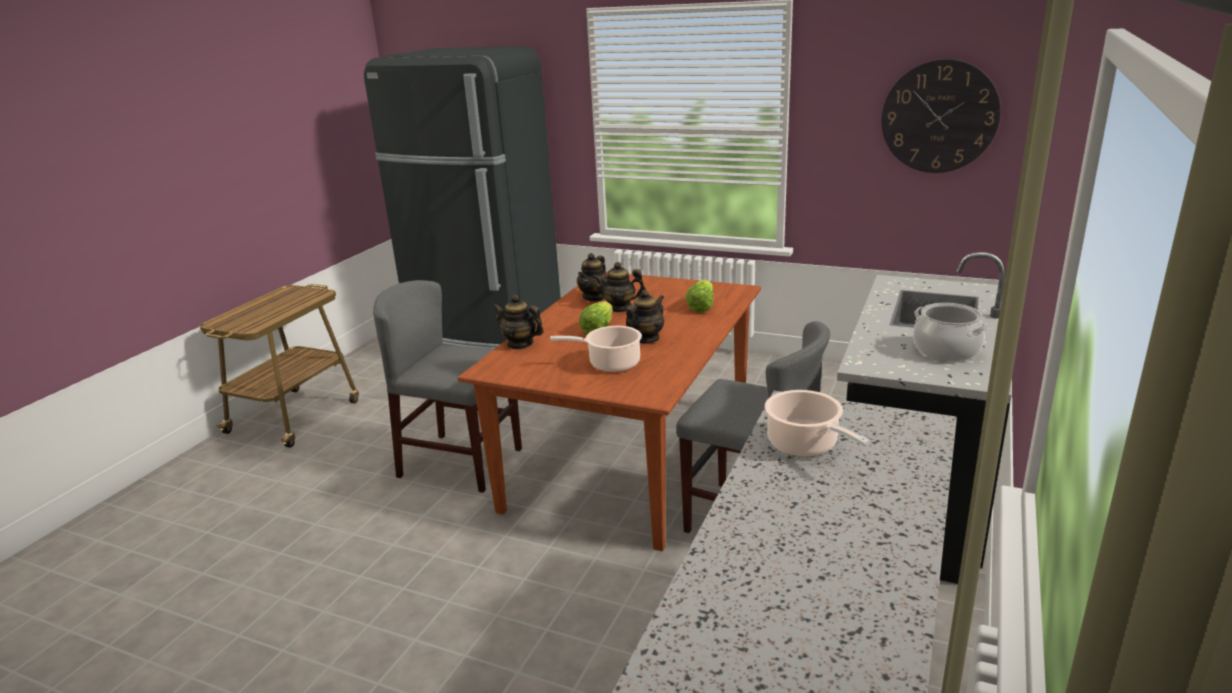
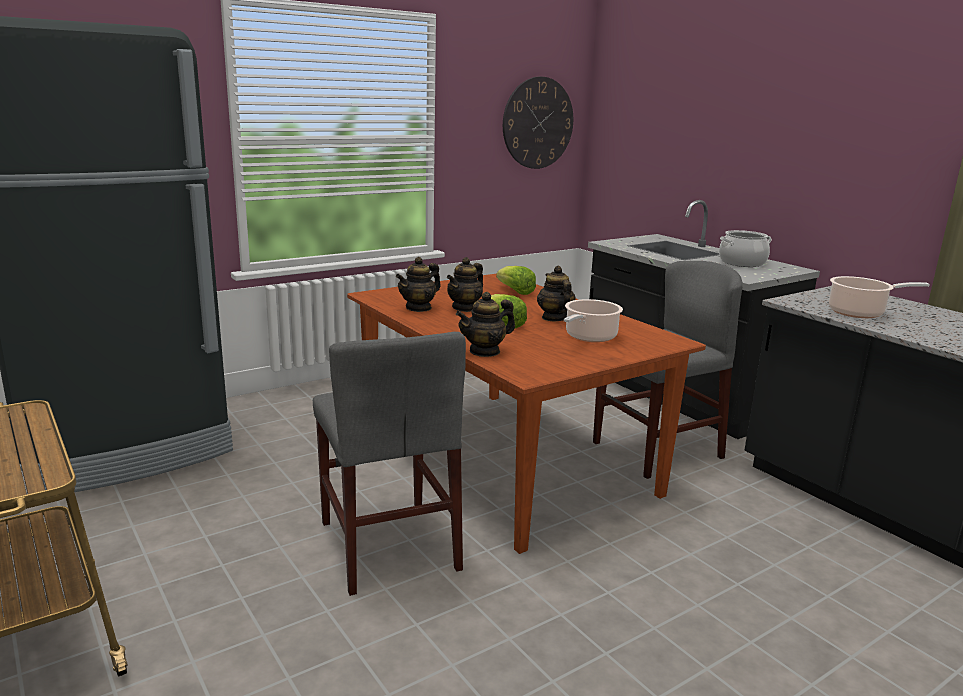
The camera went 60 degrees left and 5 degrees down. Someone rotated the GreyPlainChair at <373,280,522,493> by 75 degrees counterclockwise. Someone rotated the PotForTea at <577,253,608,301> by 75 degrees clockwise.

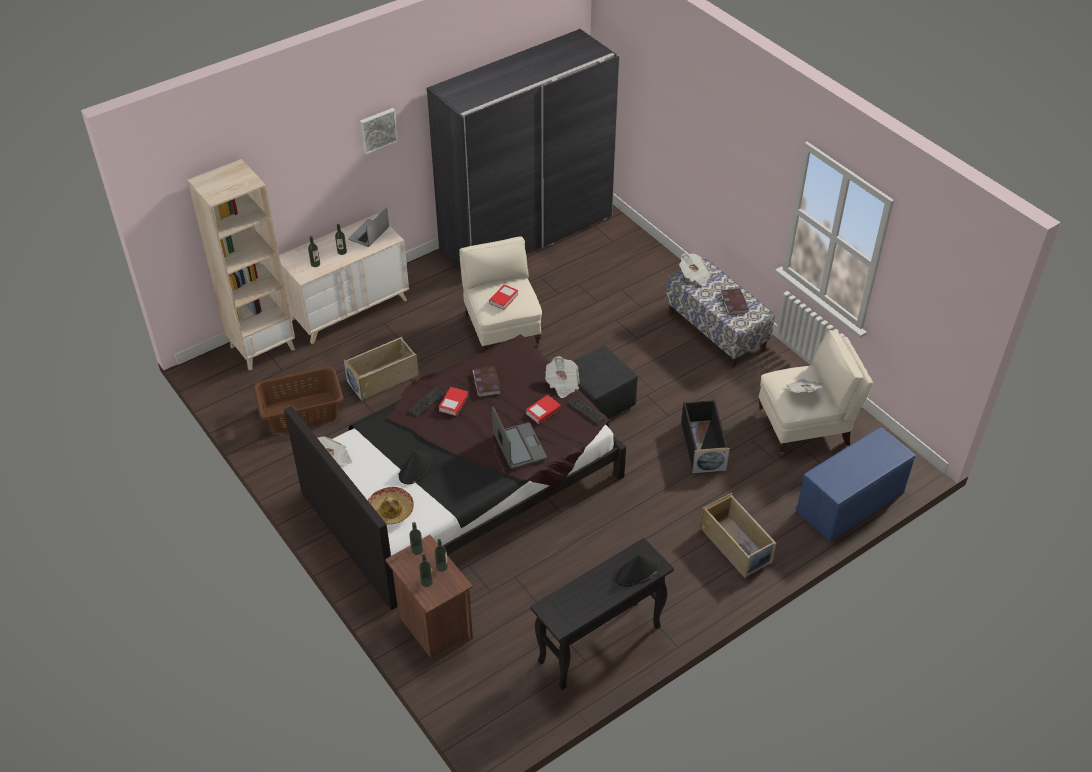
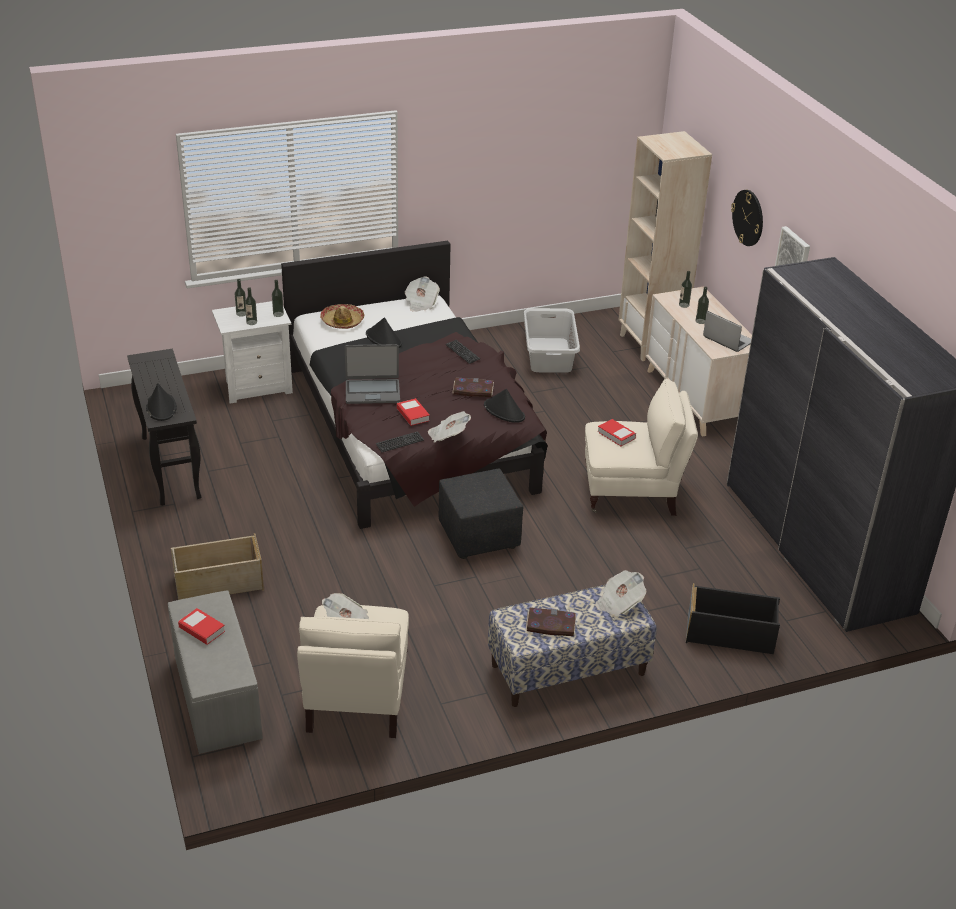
The camera went 105 degrees right and 10 degrees down. Someone repainted the BrownColouredLaundryBasket at <254,367,343,433>, which became the GreyLaundryBasket at <523,308,580,373>. Someone took away the SandColouredStorageBin at <344,337,419,401>. Someone repainted the BrownColouredNightstand at <385,535,473,658>, which became the WhiteNightstand at <212,301,293,403>. Someone carried the Volume from <439,387,468,416> to <178,608,225,645>. Someone carried the BlackStorageBin from <681,399,730,473> to <686,583,780,654>. Someone repainted the BlueColouredIndoorBench at <796,427,916,542>, which became the GreyIndoorBench at <168,590,263,754>. Someone put down the BlackHat at <484,389,525,423>. Someone put up the HangingClock at <731,190,763,246>.

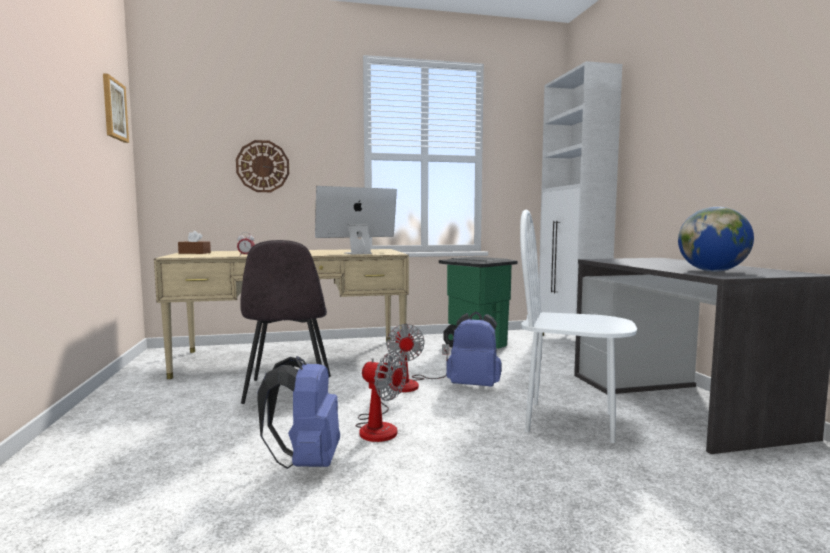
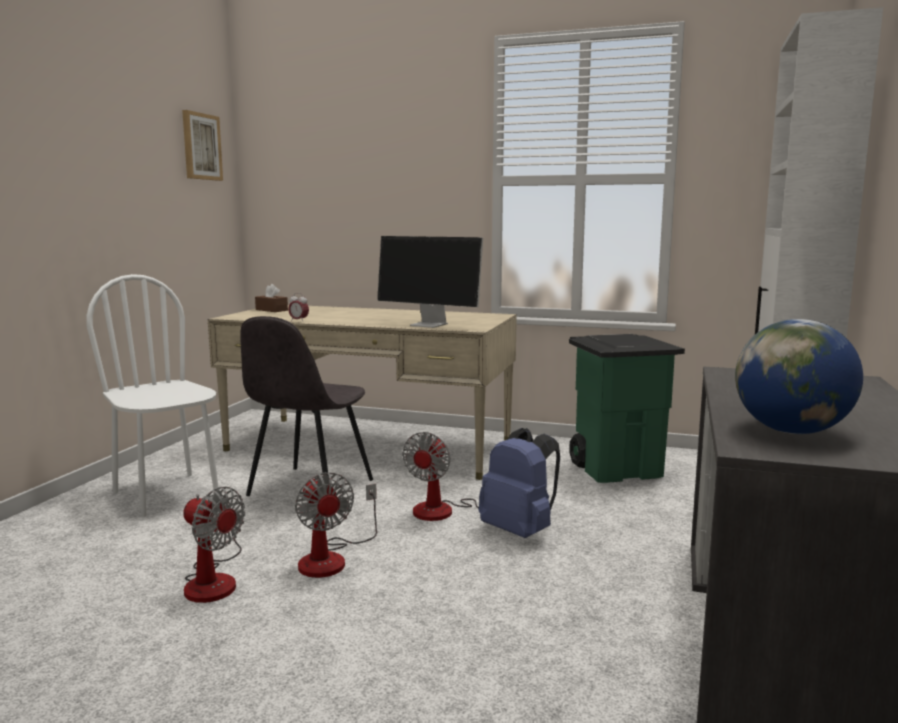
The camera went 30 degrees right and 5 degrees up. Someone took away the HangingClock at <236,140,289,192>. Someone swapped the BlueColouredBackpack at <257,356,340,469> for the CoolingFan at <183,487,245,603>. Someone rotated the Monitor at <315,186,397,255> by 150 degrees counterclockwise. Someone carried the WhitePlainChair from <520,210,637,443> to <86,274,219,517>.

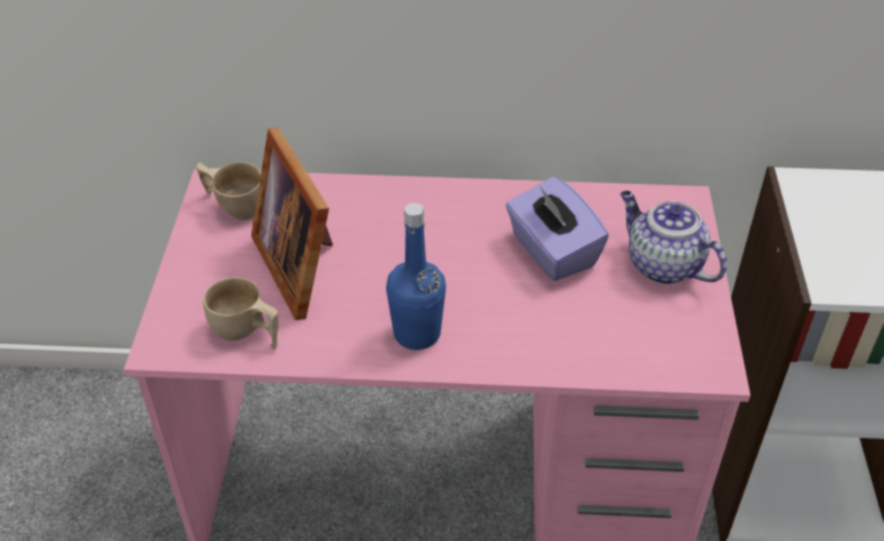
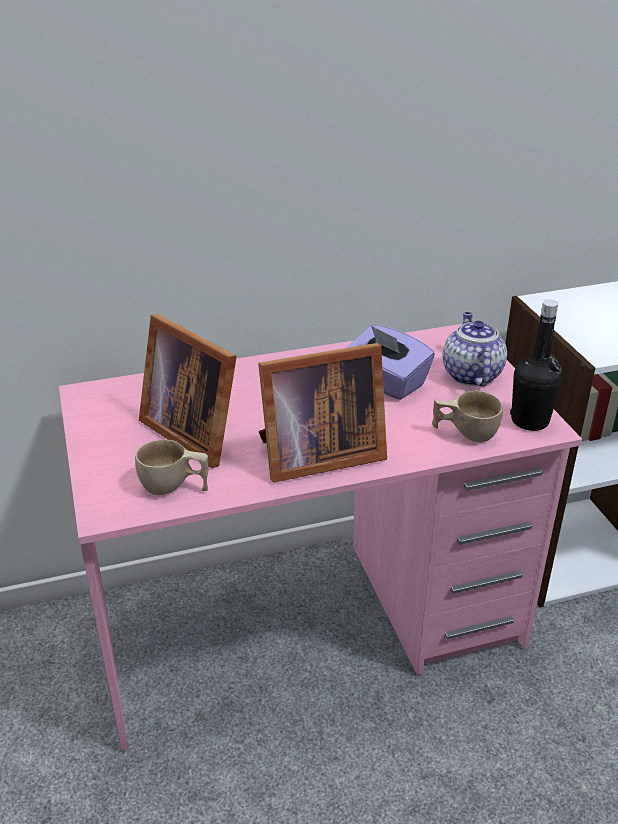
The camera went 20 degrees left and 10 degrees down. Someone carried the SandColouredSmallCup from <197,162,261,220> to <432,391,503,442>. Someone swapped the BlueColouredBottle at <386,203,446,350> for the PhotoFrame at <258,343,387,483>. Someone rotated the PotForTea at <620,191,727,285> by 60 degrees clockwise. Someone put down the BlackBottle at <510,300,563,431>.

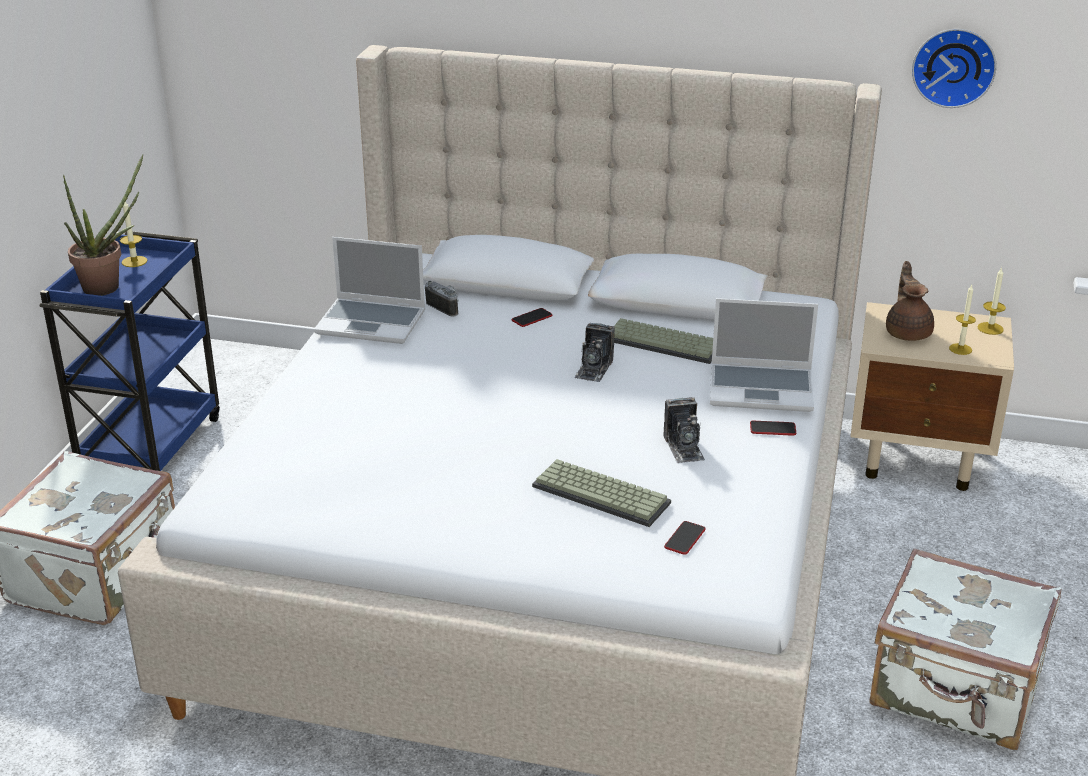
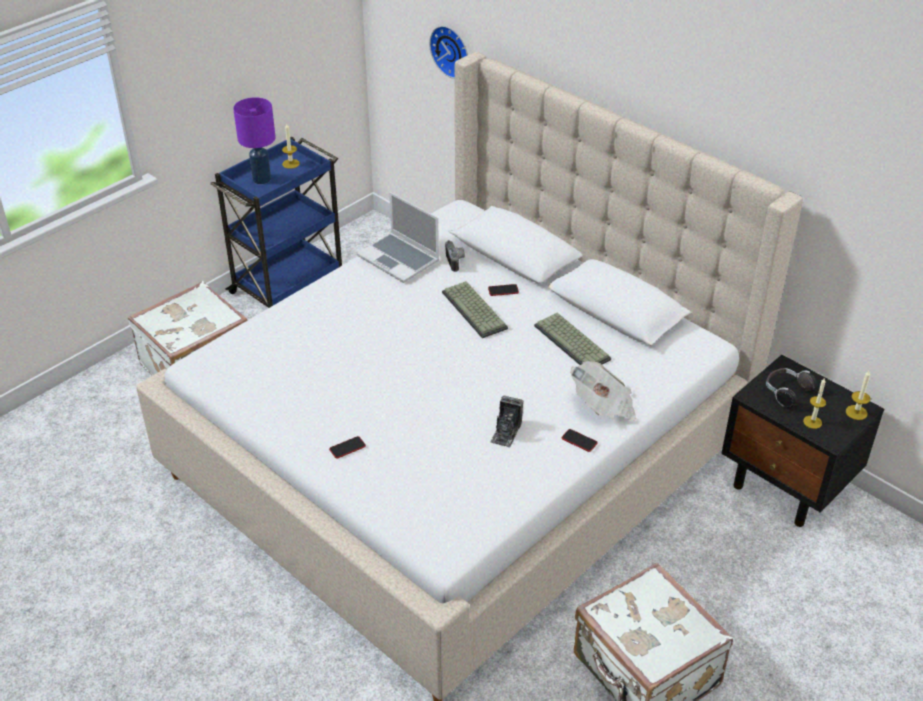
The camera went 30 degrees right and 10 degrees up. Someone swapped the Houseplant at <63,154,144,296> for the PurpleLampForATable at <233,97,276,184>. Someone carried the PcKeyboard from <532,459,671,527> to <442,281,508,338>. Someone took away the PhotoCamera at <574,323,615,382>. Someone carried the Telephone from <664,521,706,555> to <329,436,366,459>. Someone swapped the NotebookComputer at <710,298,818,412> for the PrintedPaper at <570,361,636,421>. Someone repainted the SandColouredNightstand at <850,302,1014,491>, which became the BlackNightstand at <721,355,884,527>. Someone swapped the BrownColouredPotForTea at <886,261,934,341> for the PairOfHeadphones at <766,368,817,407>. Someone carried the HangingClock from <912,29,996,108> to <429,26,468,79>.

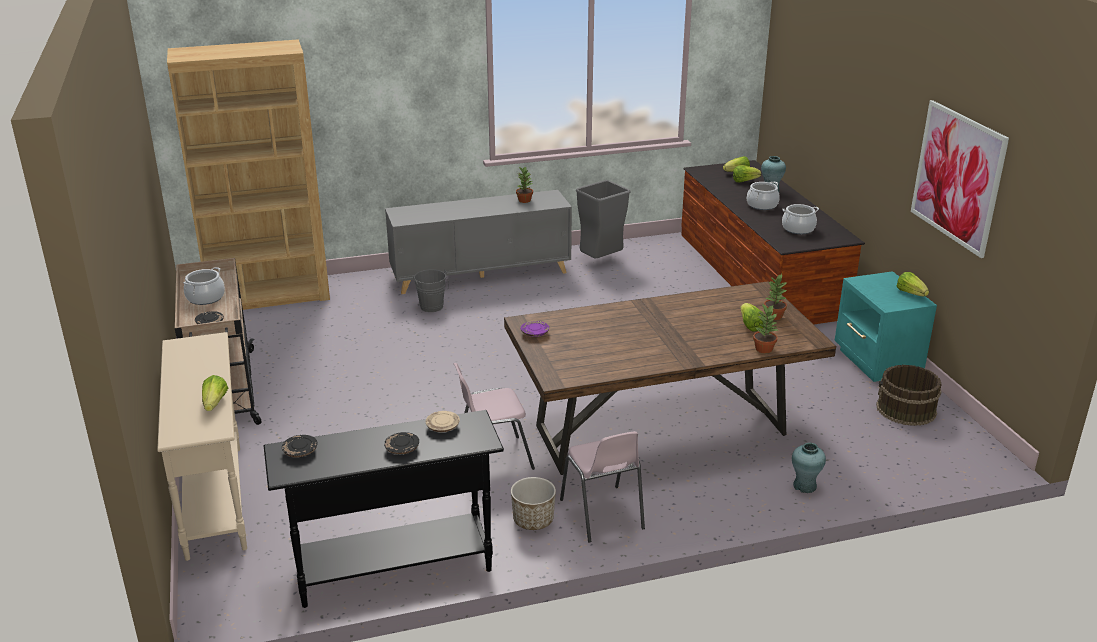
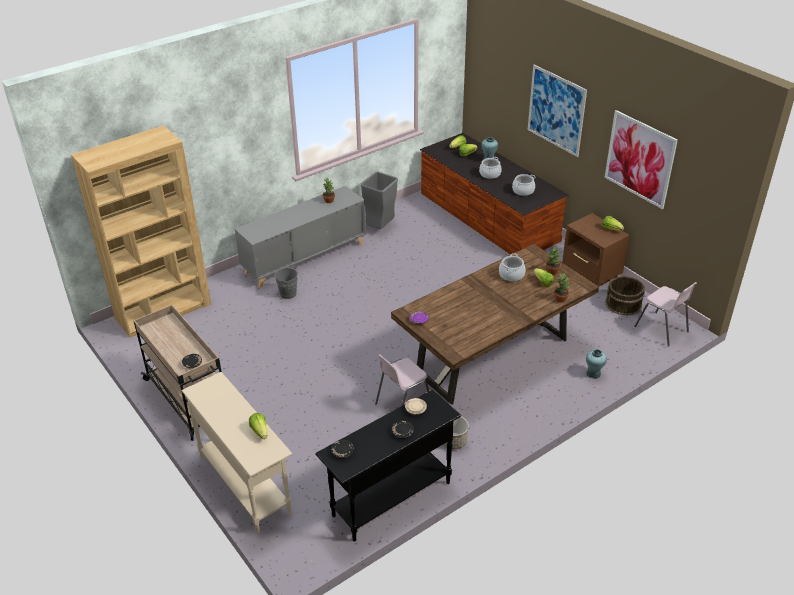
The camera went 20 degrees left and 10 degrees up. Someone carried the Stockpot from <183,267,225,305> to <499,253,525,282>. Someone carried the PinkColouredPlainChair from <560,431,645,543> to <634,282,697,346>. Someone repainted the BlueGreenNightstand at <835,271,937,382>, which became the BrownColouredNightstand at <562,213,630,286>. Someone put up the WallArt at <528,65,587,157>.

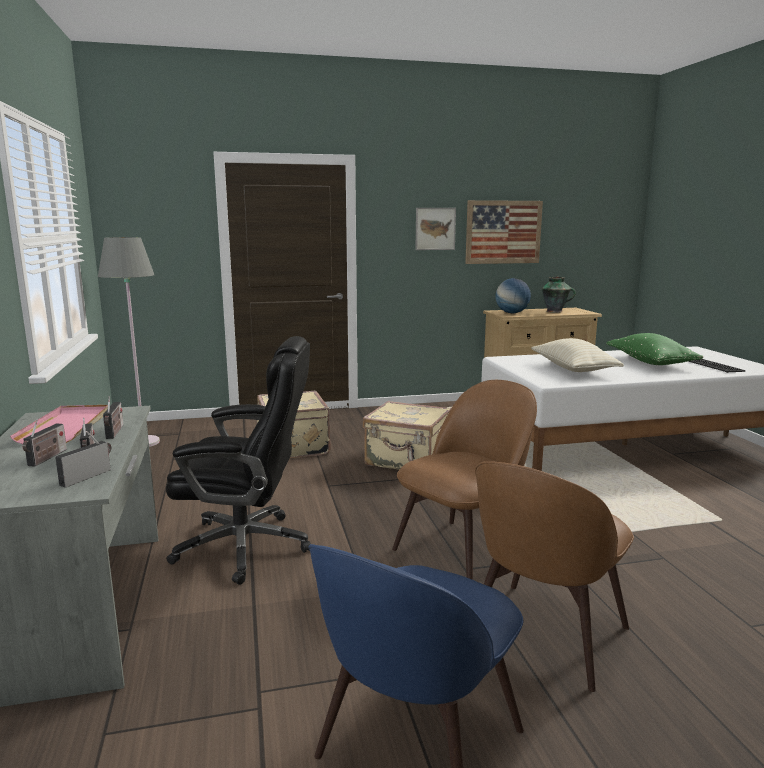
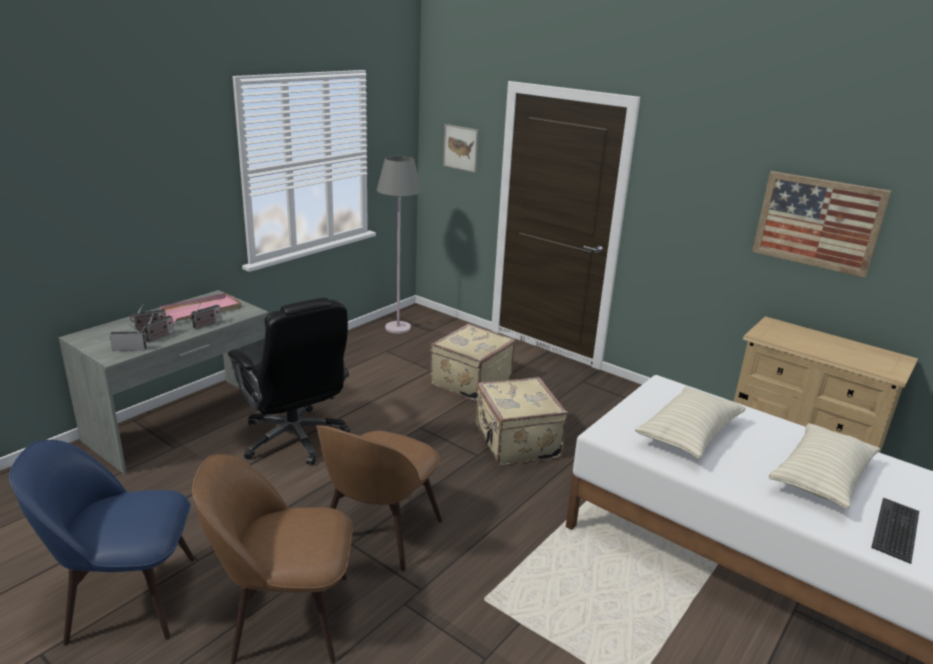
The camera went 50 degrees right and 10 degrees up. Someone rotated the BrownColouredPlainChair at <392,380,537,580> by 105 degrees clockwise. Someone carried the WallArt from <416,208,456,250> to <443,124,479,173>. Someone took away the WorldGlobe at <495,278,531,313>. Someone took away the Vase at <542,277,576,313>. Someone repainted the GreenPillow at <606,333,704,365>, which became the SandColouredPillow at <769,423,880,509>.

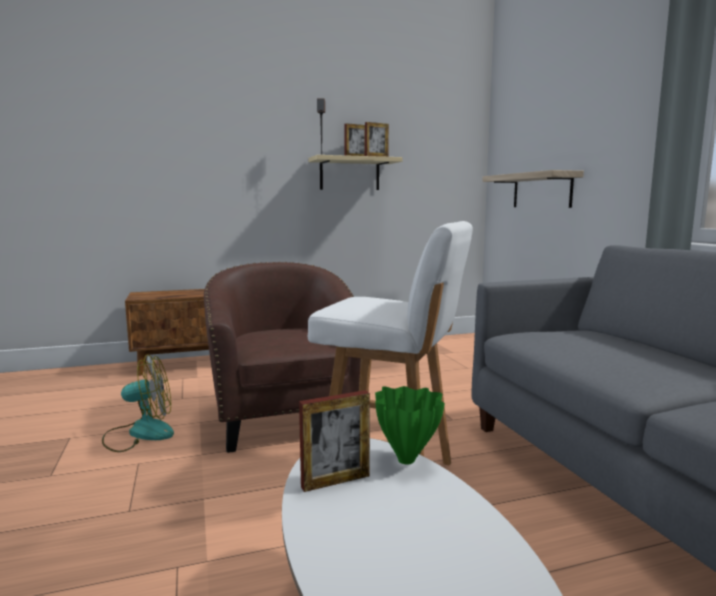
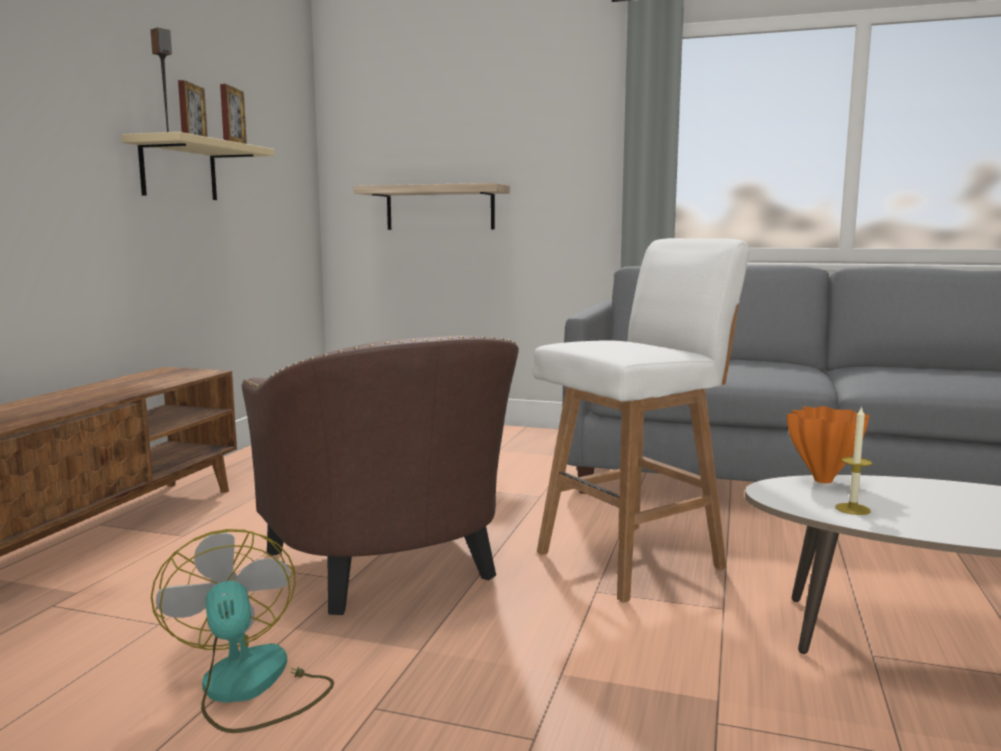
The camera went 55 degrees left and 0 degrees up. Someone rotated the CoolingFan at <102,355,174,452> by 45 degrees counterclockwise. Someone rotated the BrownColouredArmchair at <204,262,369,453> by 135 degrees counterclockwise. Someone swapped the PhotoFrame at <299,390,370,492> for the WaxLight at <835,406,872,515>. Someone repainted the GreenVase at <375,386,445,464>, which became the OrangeyVase at <787,406,869,483>.

